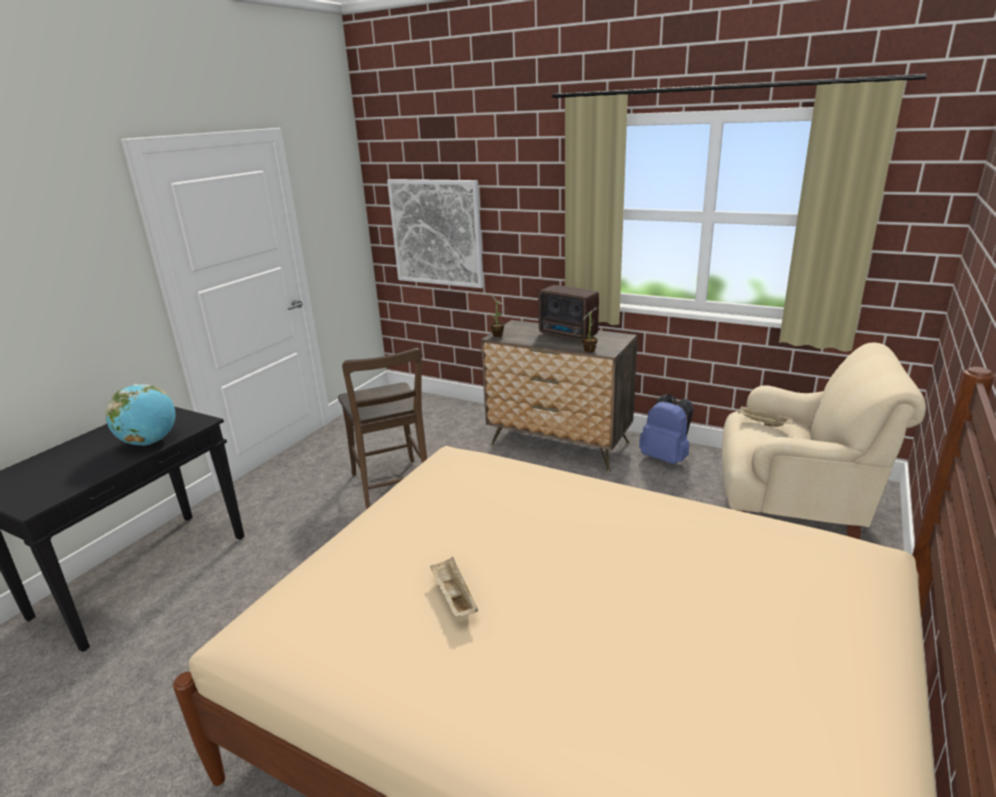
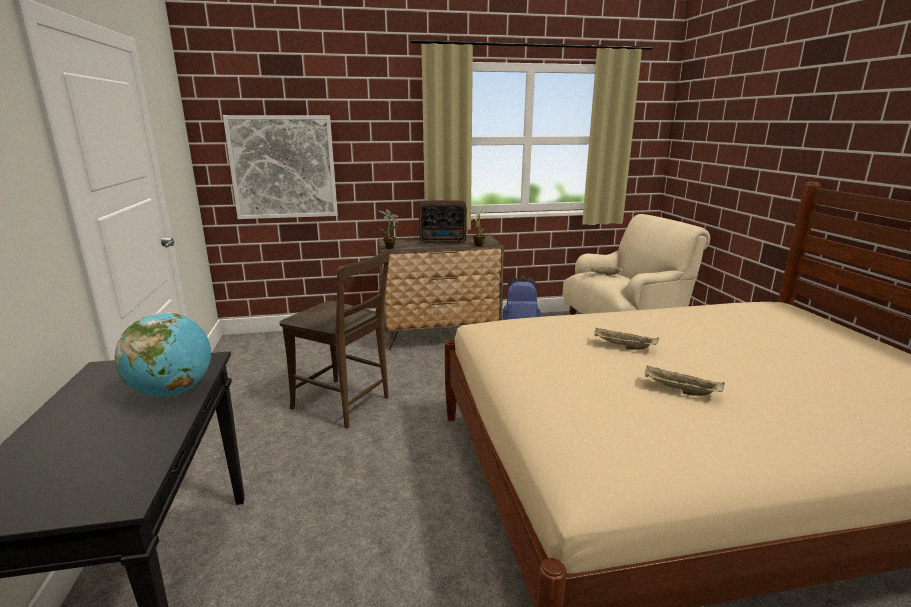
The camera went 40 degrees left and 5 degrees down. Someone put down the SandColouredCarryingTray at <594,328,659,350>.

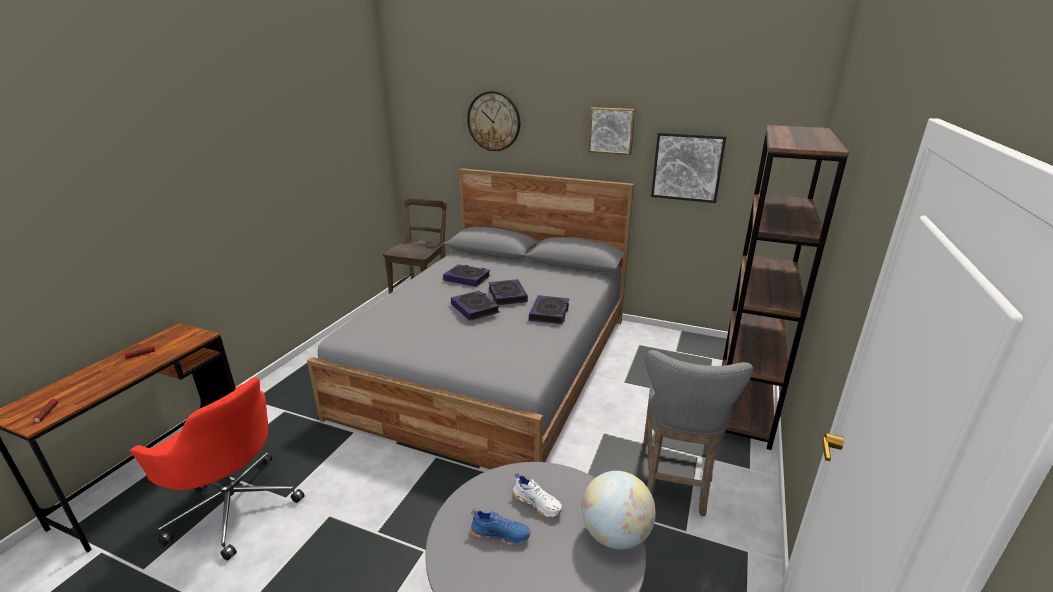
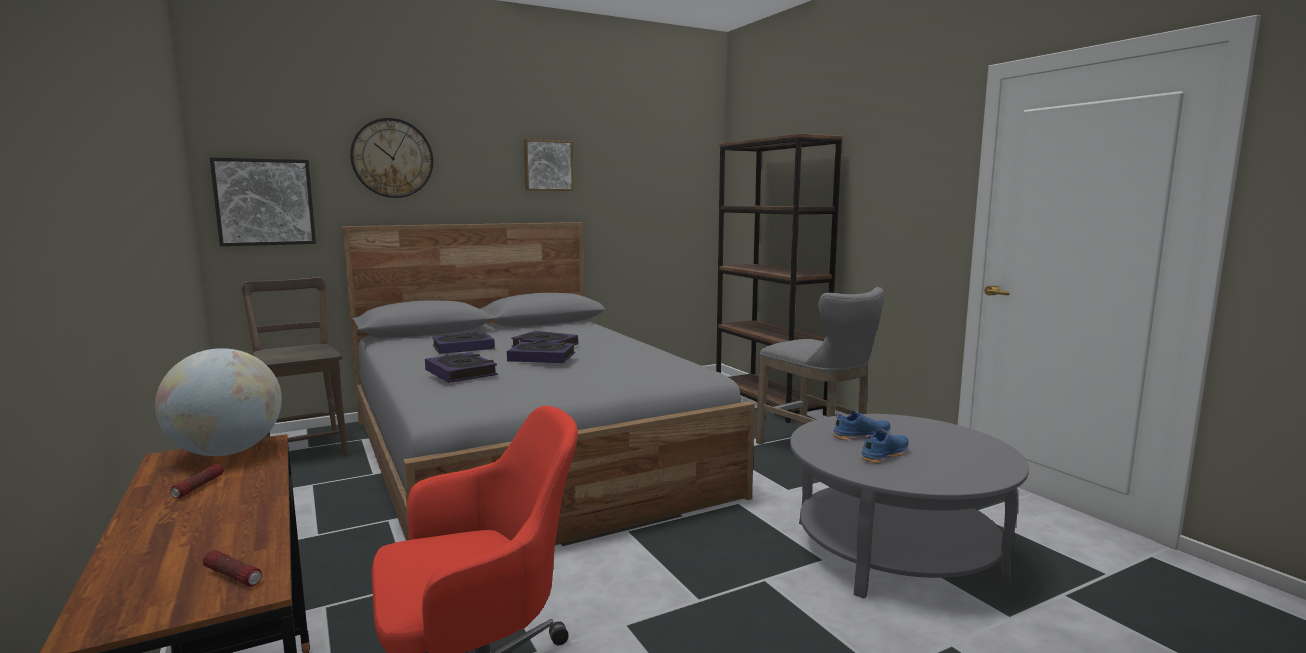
The camera went 50 degrees left and 15 degrees down. Someone repainted the WhiteLowShoe at <513,473,563,517>, which became the BlueColouredLowShoe at <833,410,890,440>. Someone carried the Volume from <529,295,569,324> to <425,352,497,383>. Someone carried the WorldGlobe from <582,471,656,550> to <155,348,282,456>. Someone carried the WallArt from <651,132,727,203> to <210,157,316,246>.

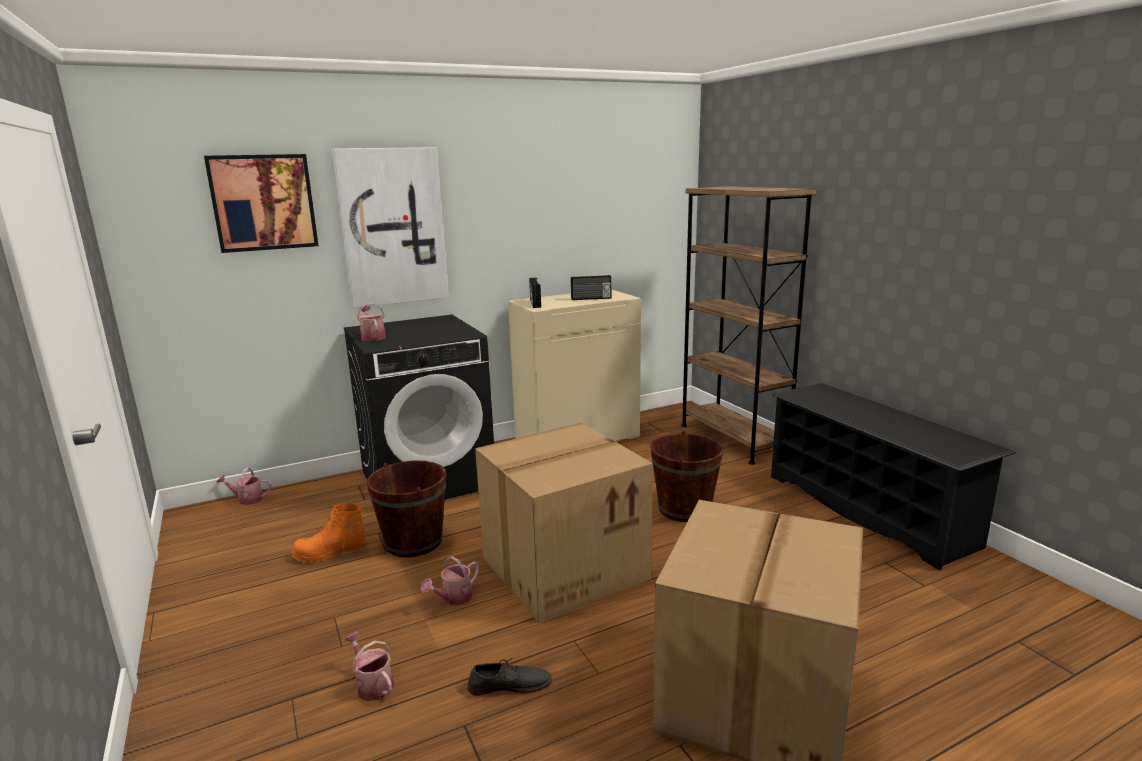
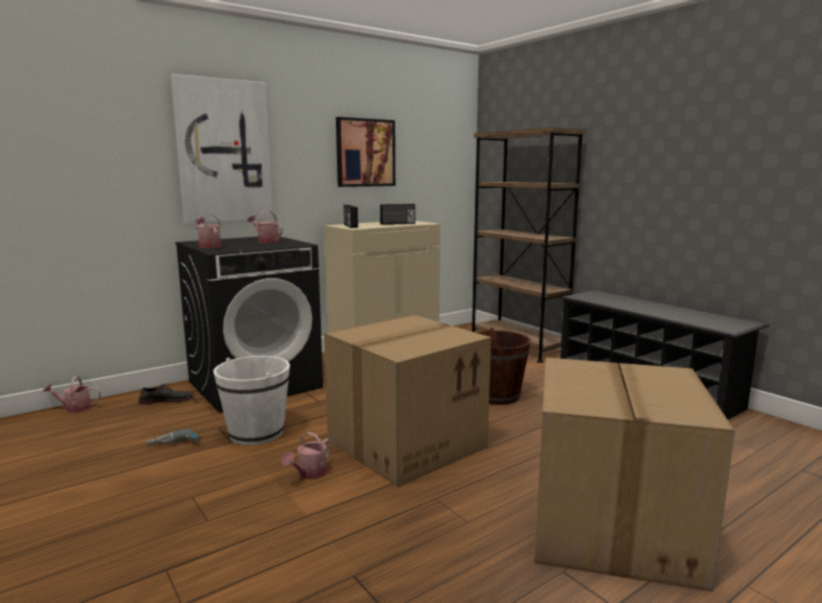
The camera went 10 degrees left and 5 degrees down. Someone carried the WallArt from <204,154,319,253> to <336,117,395,187>. Someone swapped the OrangeyBoot at <291,503,366,563> for the ElectricDrill at <145,429,201,444>. Someone carried the WateringCan from <344,632,394,701> to <248,211,283,244>. Someone repainted the BrownColouredPail at <367,460,446,558>, which became the WhitePail at <213,356,290,445>. Someone carried the GreyLowShoe from <467,657,552,696> to <139,384,193,405>.

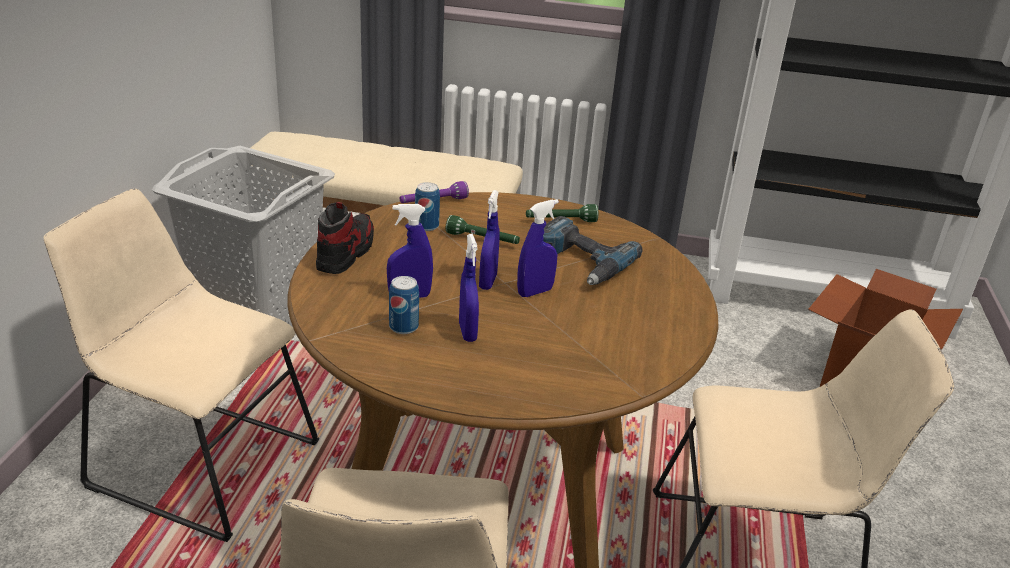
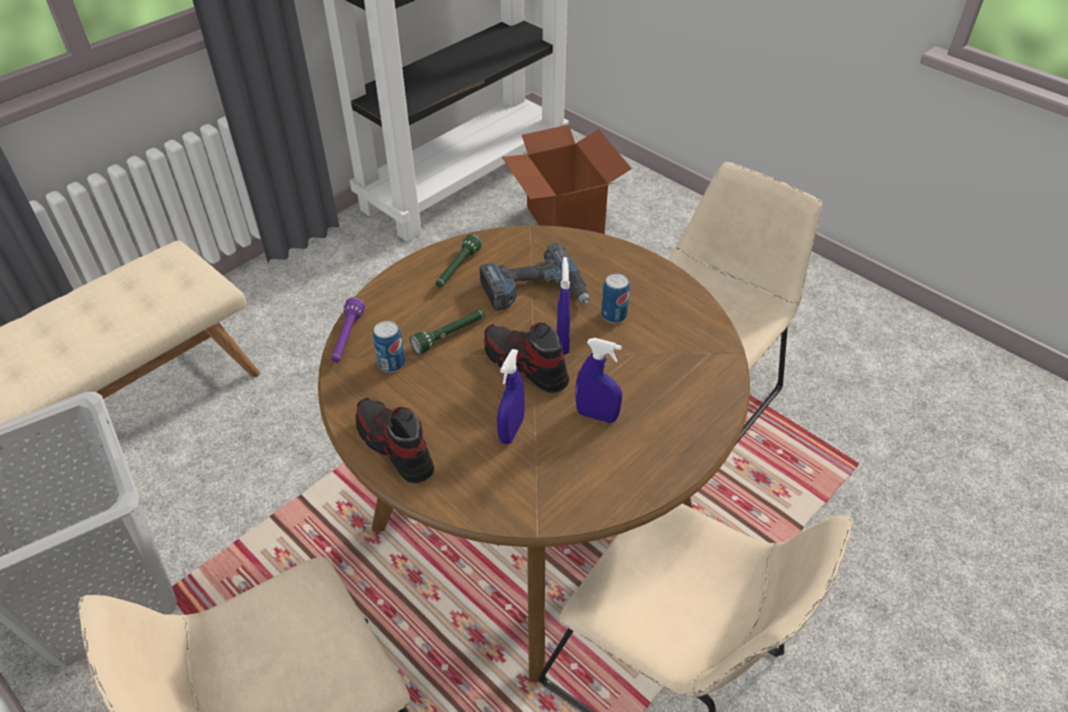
The camera went 55 degrees left and 15 degrees up. Someone carried the Can from <389,276,419,334> to <601,273,630,323>. Someone swapped the BlueColouredSprayBottle at <479,190,499,290> for the LowShoe at <484,322,569,393>.

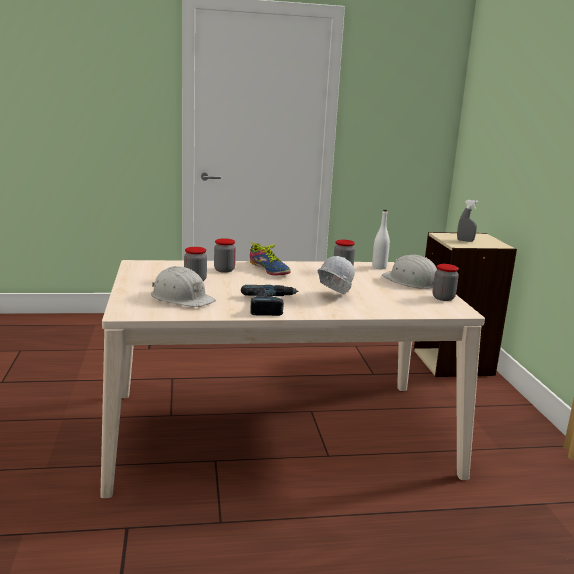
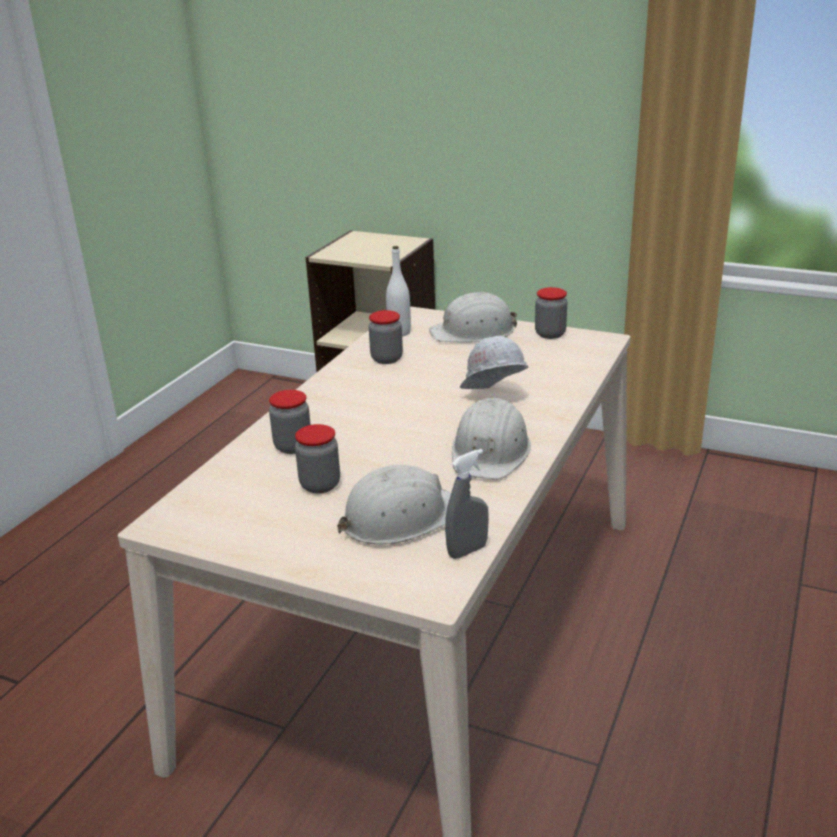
The camera went 55 degrees left and 10 degrees up. Someone swapped the ElectricDrill at <241,285,298,316> for the WhiteHardHat at <452,398,531,479>. Someone took away the LowShoe at <250,242,291,275>. Someone carried the GreySprayBottle from <457,200,478,242> to <445,449,489,559>.

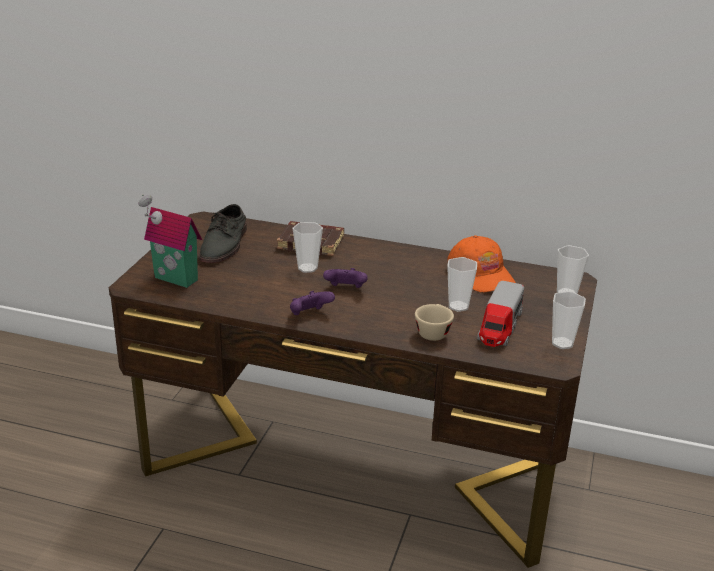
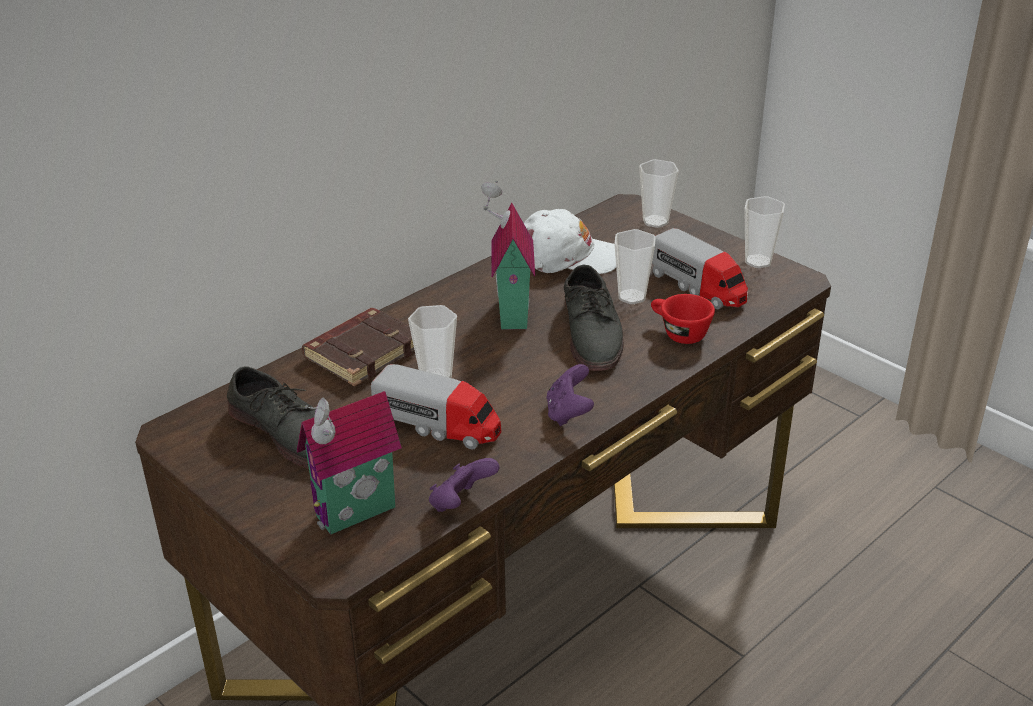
The camera went 60 degrees left and 5 degrees up. Someone carried the PurpleJoypad from <323,268,368,288> to <429,458,499,512>. Someone repainted the SandColouredSmallCup at <415,304,454,341>, which became the RedSmallCup at <651,294,715,344>. Someone repainted the OrangeyCap at <447,235,516,292>, which became the WhiteCap at <524,209,616,274>. Someone put down the ModelTruck at <371,364,501,450>. Someone put down the MiniatureHouse at <481,180,535,330>. Someone put down the GreyLowShoe at <564,265,624,371>.

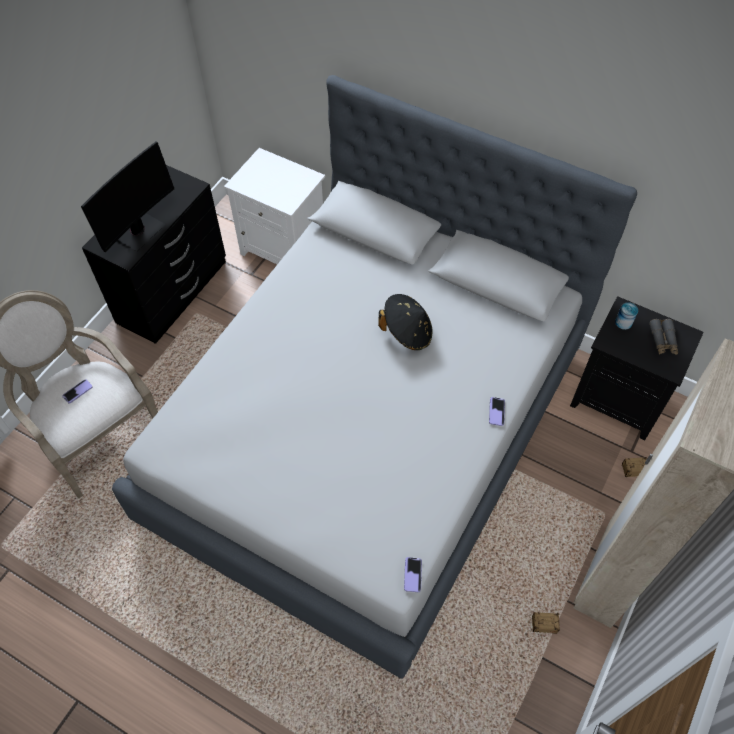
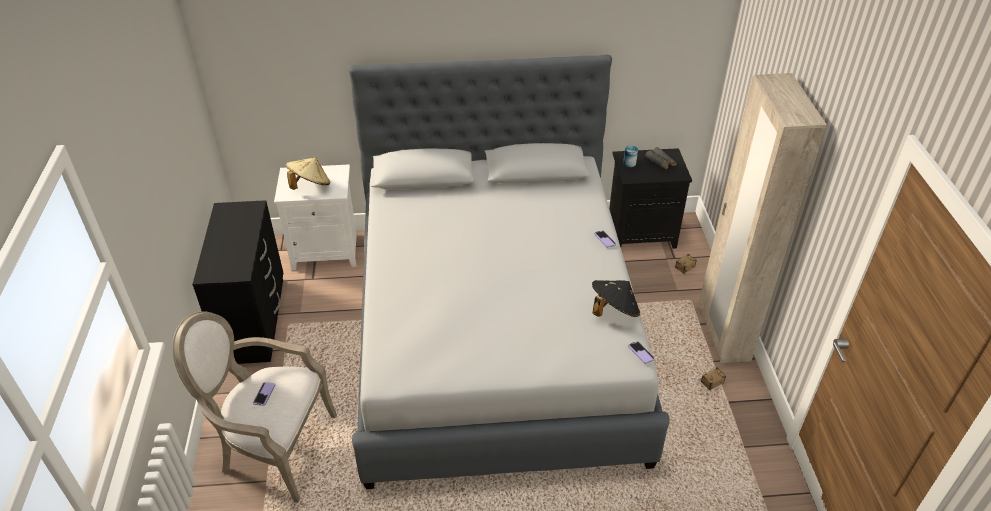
The camera went 35 degrees left and 15 degrees down. Someone took away the Monitor at <81,142,174,253>. Someone carried the BlackHat from <378,294,433,350> to <592,280,640,317>. Someone put down the SandColouredHat at <286,158,331,190>.

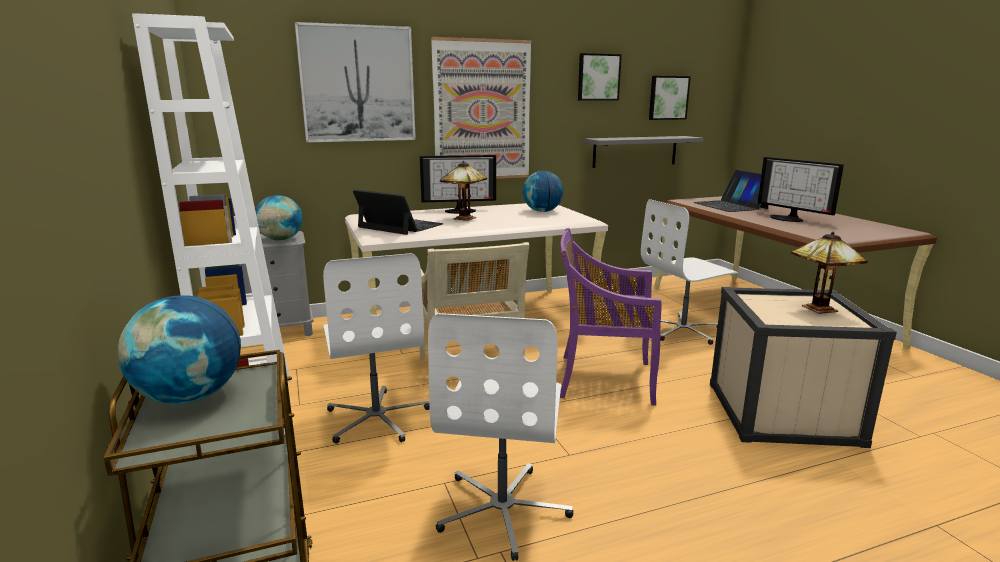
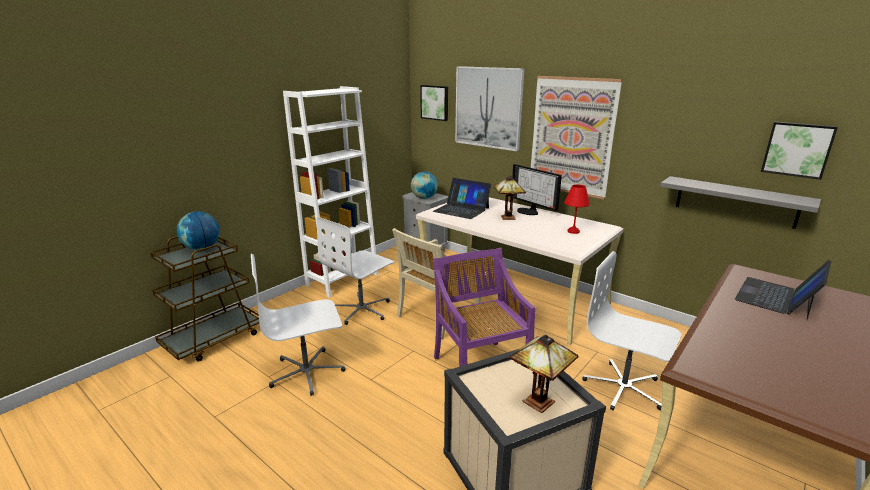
The camera went 60 degrees right and 5 degrees up. Someone rotated the NotebookComputer at <353,189,443,235> by 120 degrees clockwise. Someone swapped the WorldGlobe at <523,171,563,212> for the RedLampForATable at <564,185,590,234>. Someone carried the WallArt from <578,53,622,101> to <420,85,448,121>. Someone took away the Monitor at <758,157,844,222>.

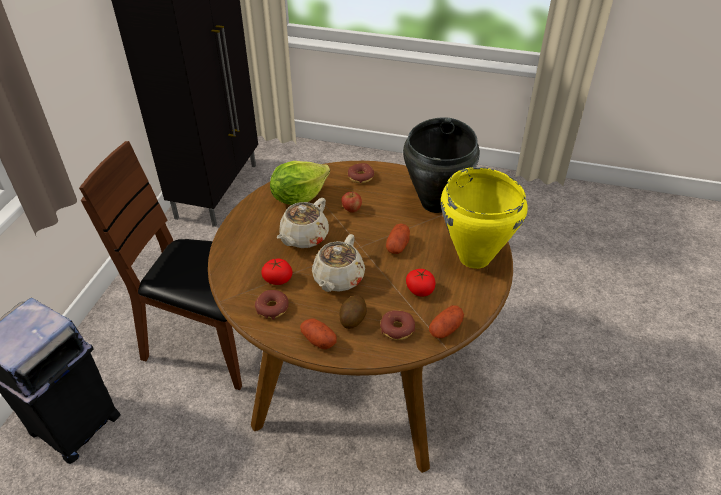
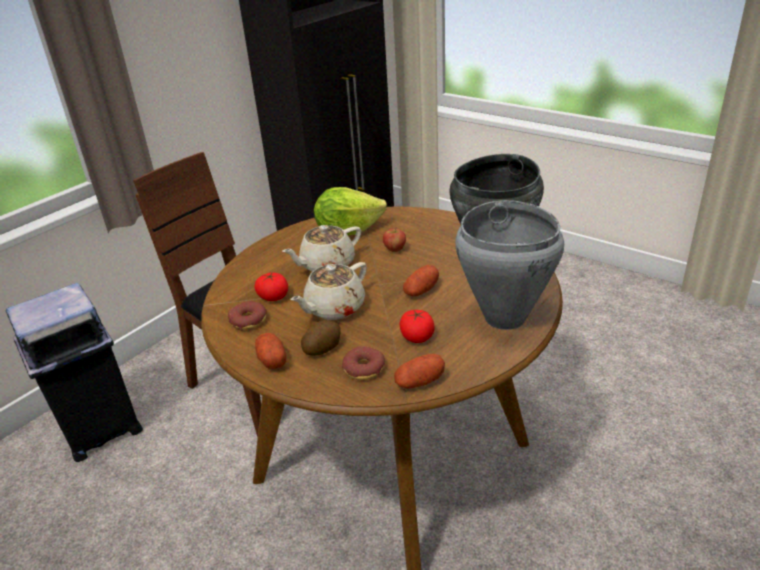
The camera went 25 degrees right and 10 degrees down. Someone took away the RingDoughnut at <348,163,374,183>. Someone repainted the YellowColouredStockpot at <441,167,528,269>, which became the GreyStockpot at <455,200,564,330>.

